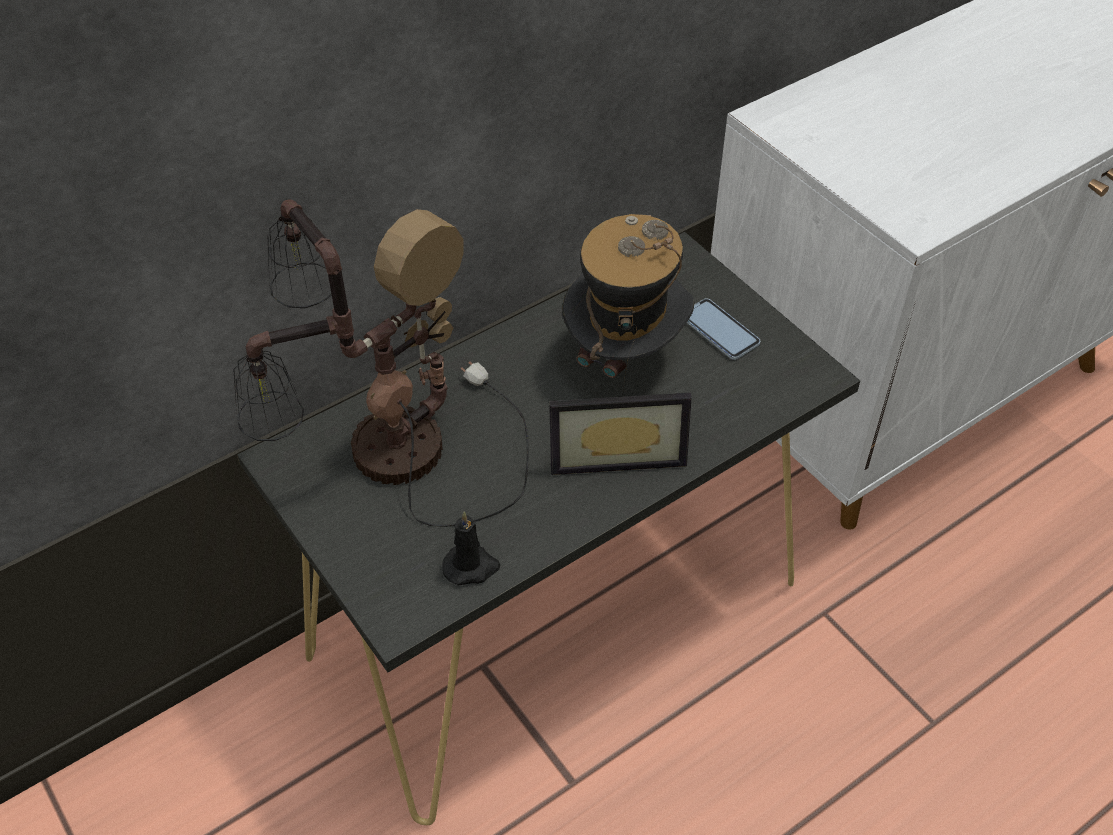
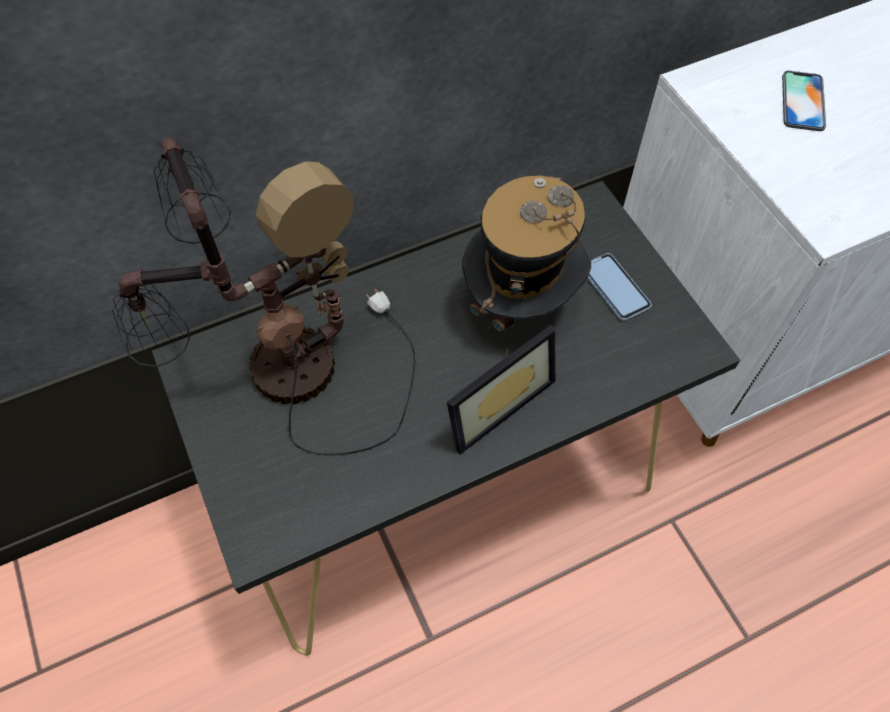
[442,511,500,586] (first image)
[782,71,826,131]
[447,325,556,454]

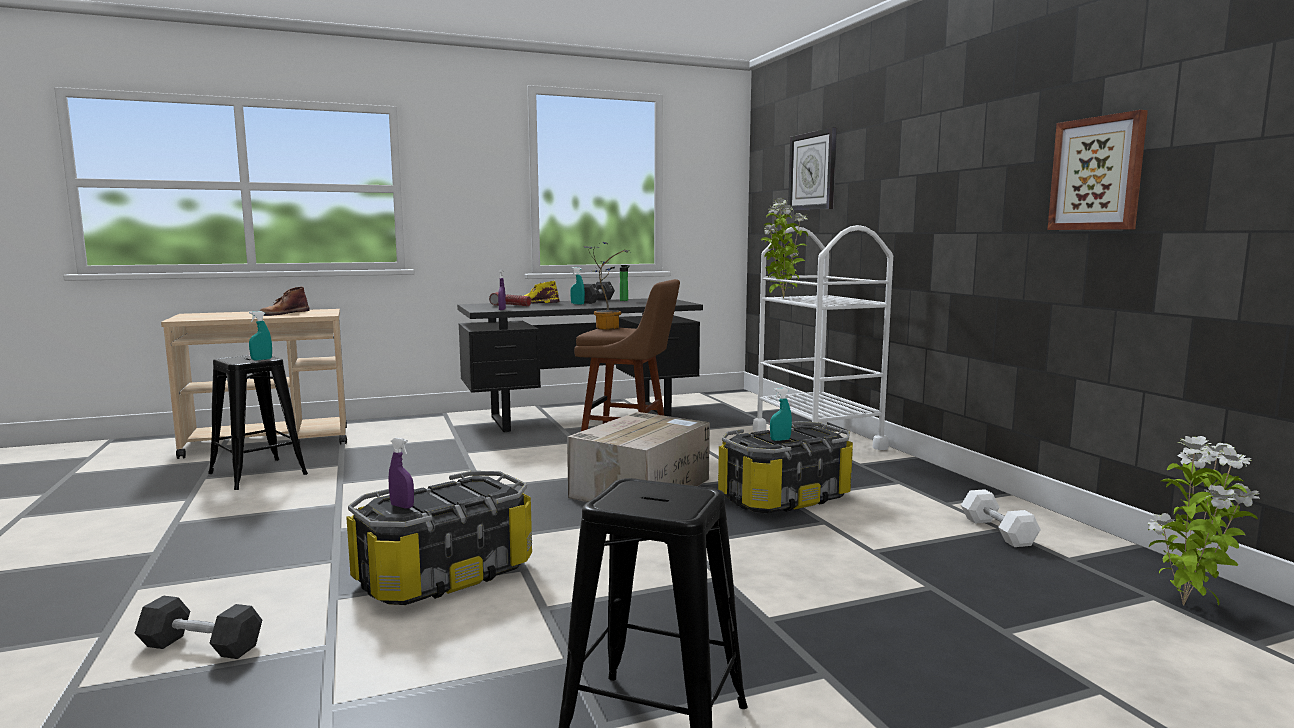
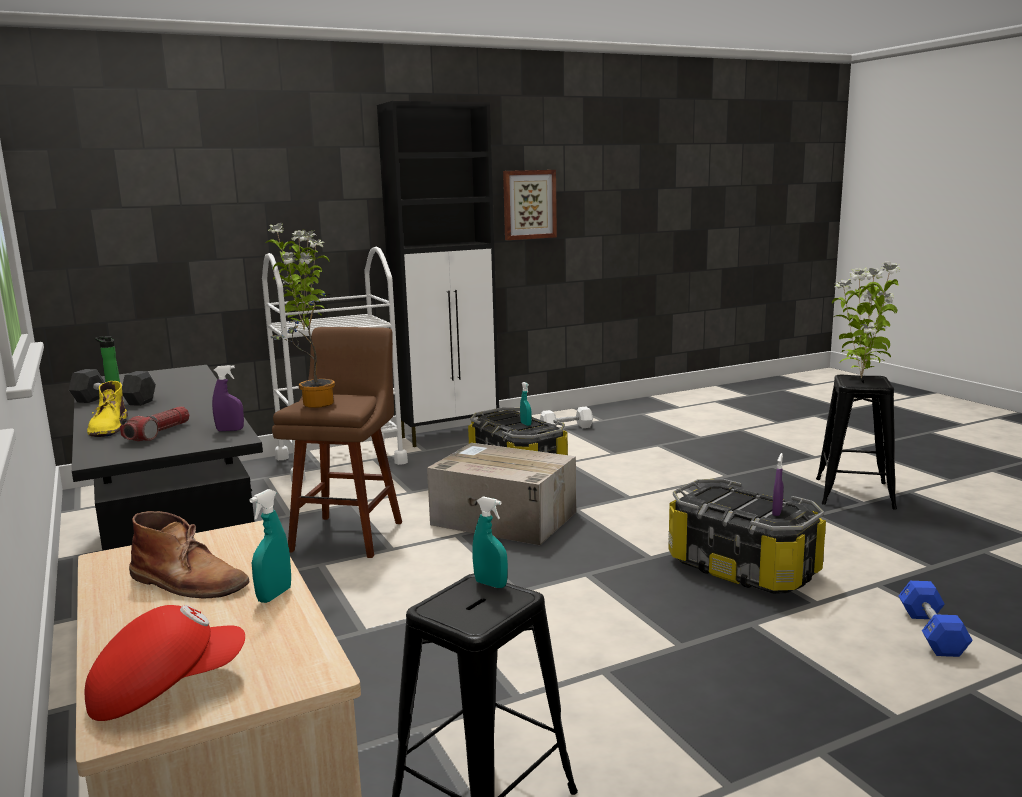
[788,127,836,211] (first image)
[85,605,245,721]
[377,101,499,447]
[250,489,291,603]
[832,261,901,378]
[898,581,973,657]

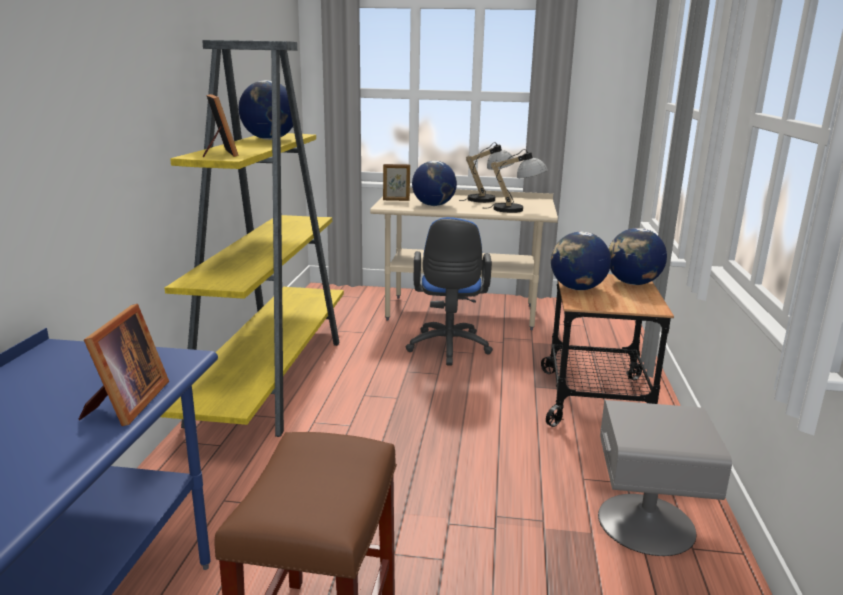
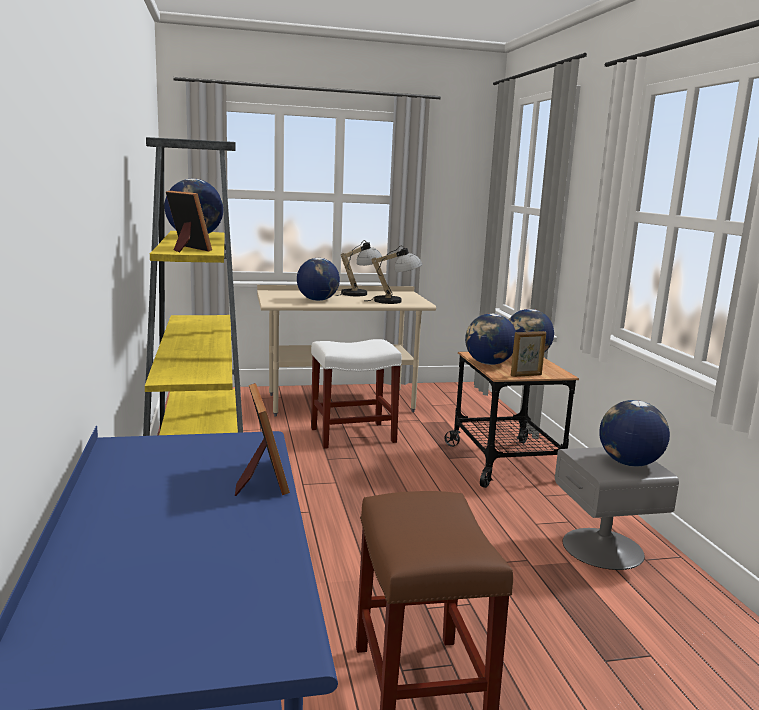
[599,400,670,467]
[511,331,546,377]
[311,339,402,449]

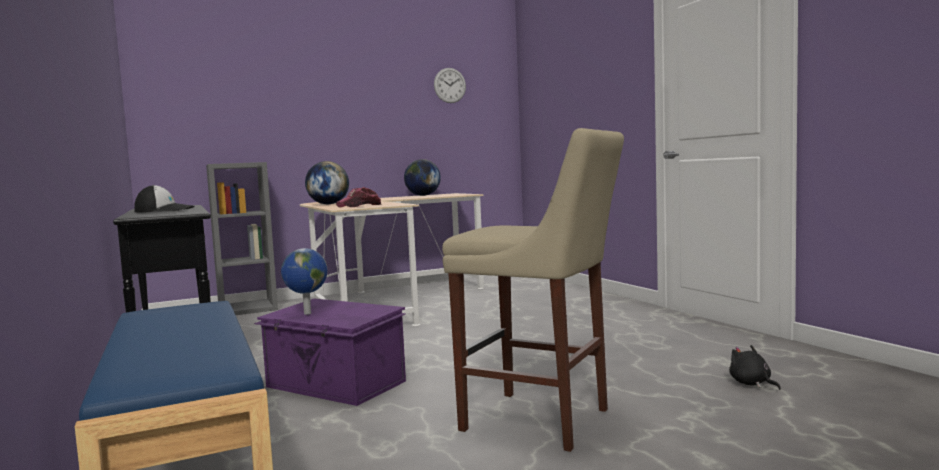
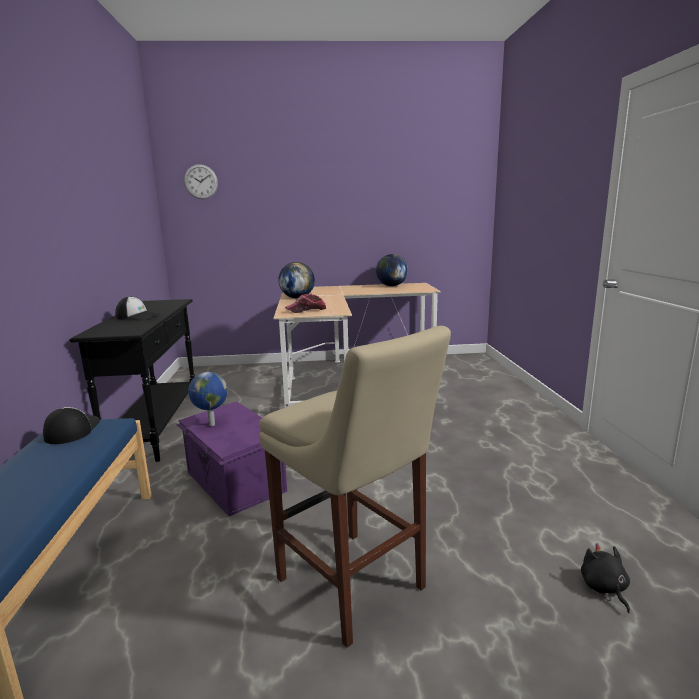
[206,162,278,315] (first image)
[43,407,100,444]
[184,164,218,199]

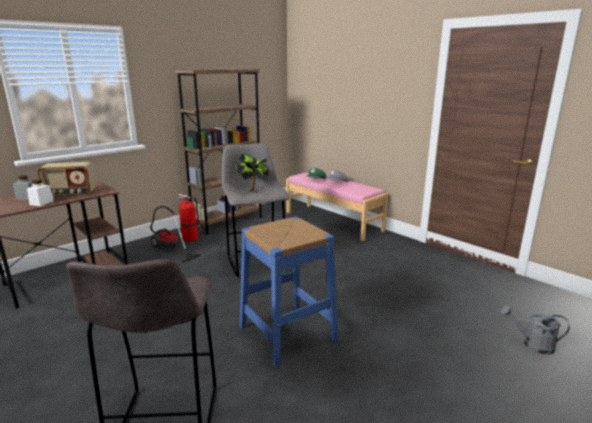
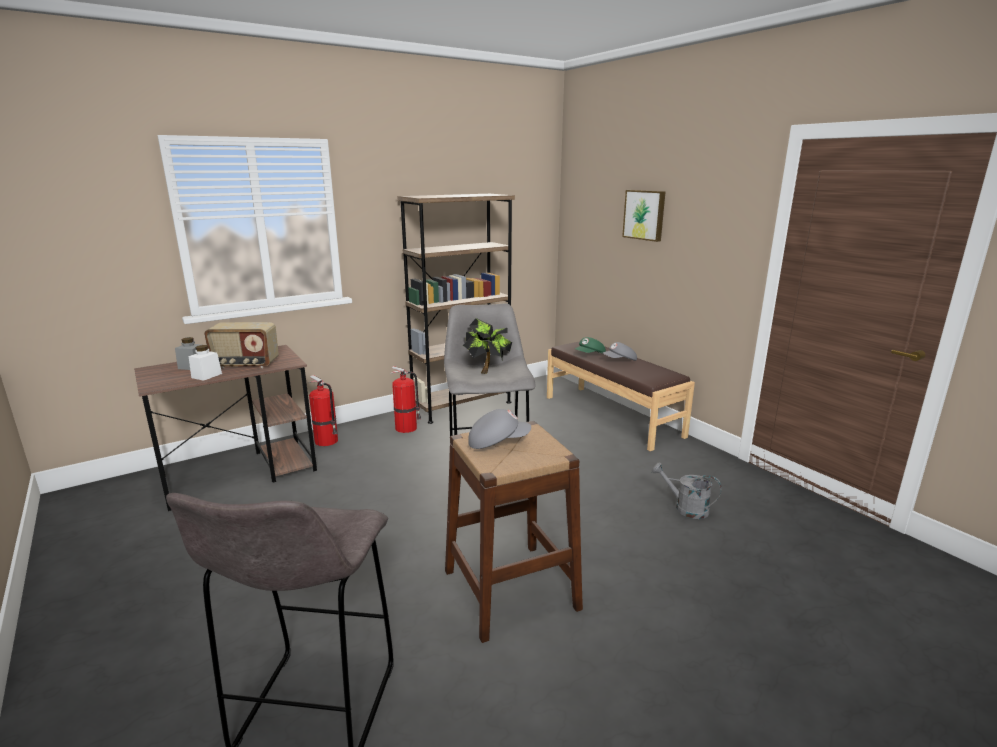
[150,206,201,263] (first image)
[309,375,338,446]
[468,409,531,449]
[622,190,666,242]
[652,462,722,519]
[445,421,583,643]
[547,341,695,451]

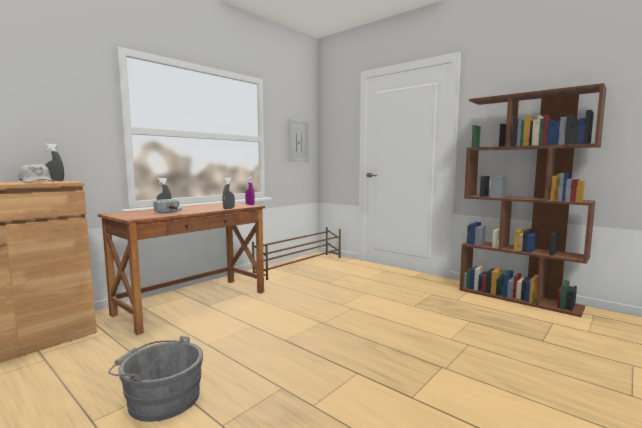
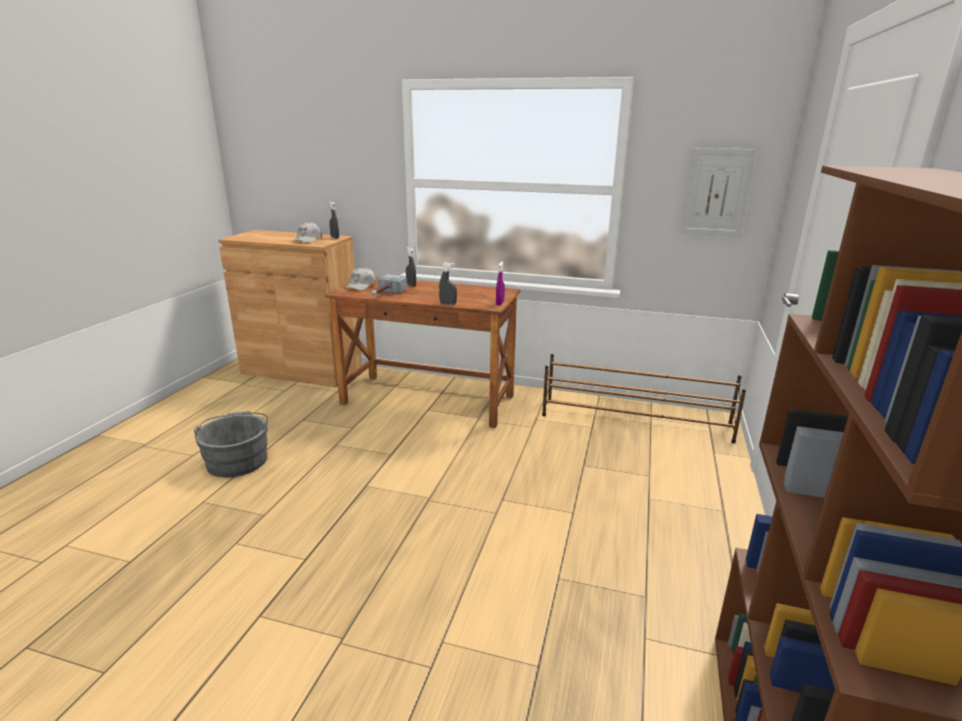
[345,267,376,291]

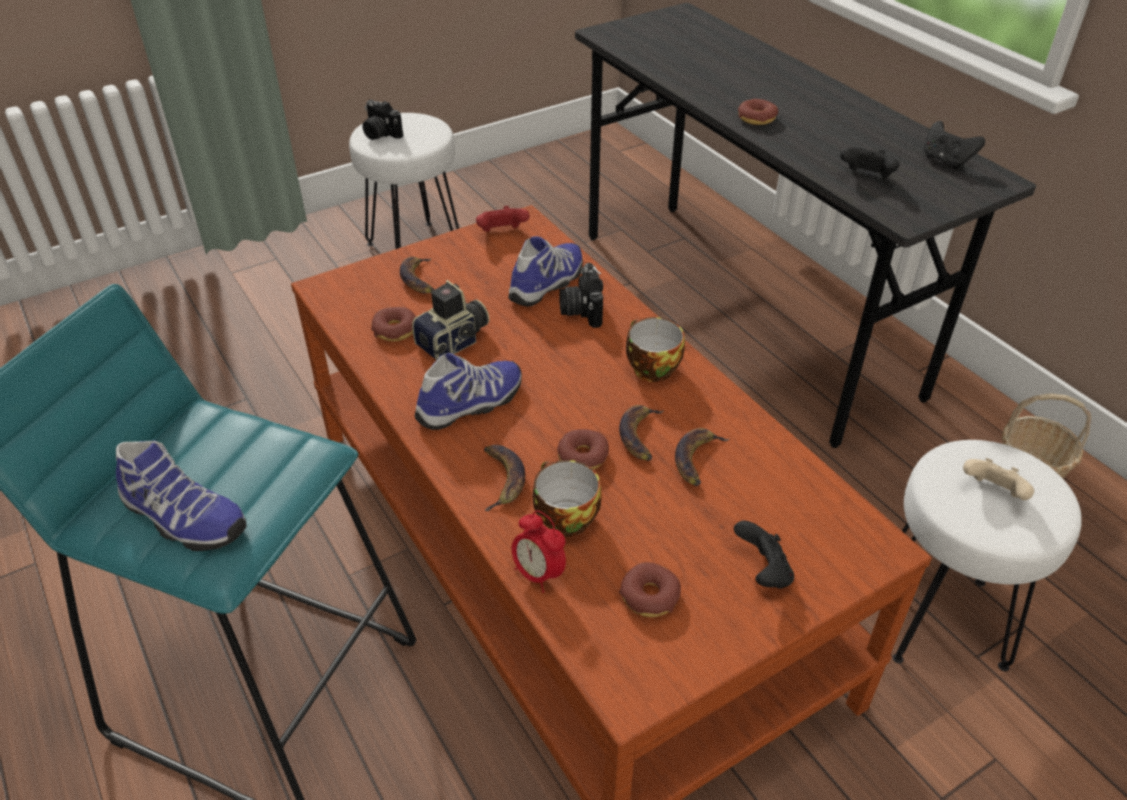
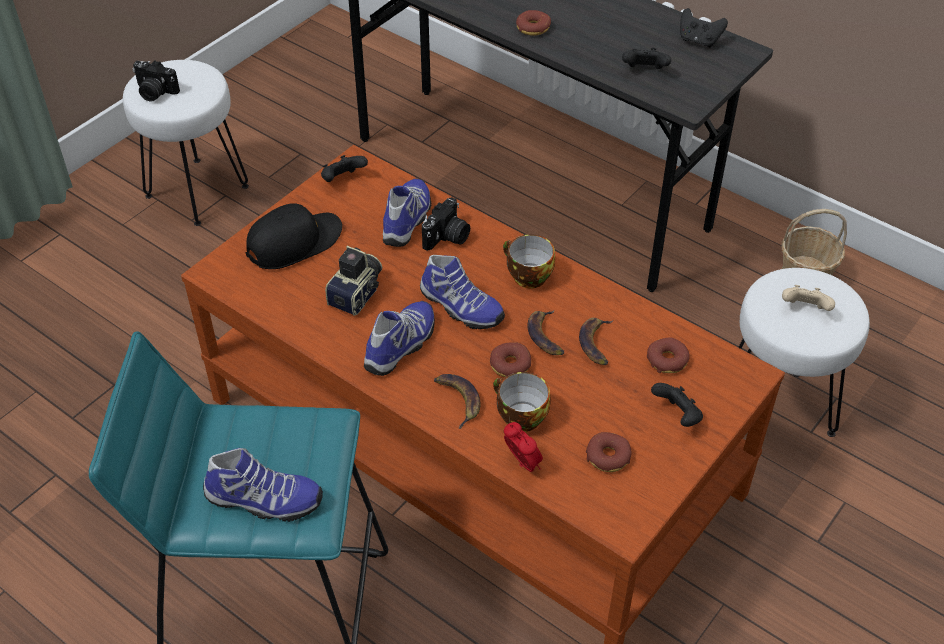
[420,255,505,329]
[647,337,690,373]
[246,203,342,269]
[321,155,368,182]
[504,422,543,472]
[422,197,470,251]

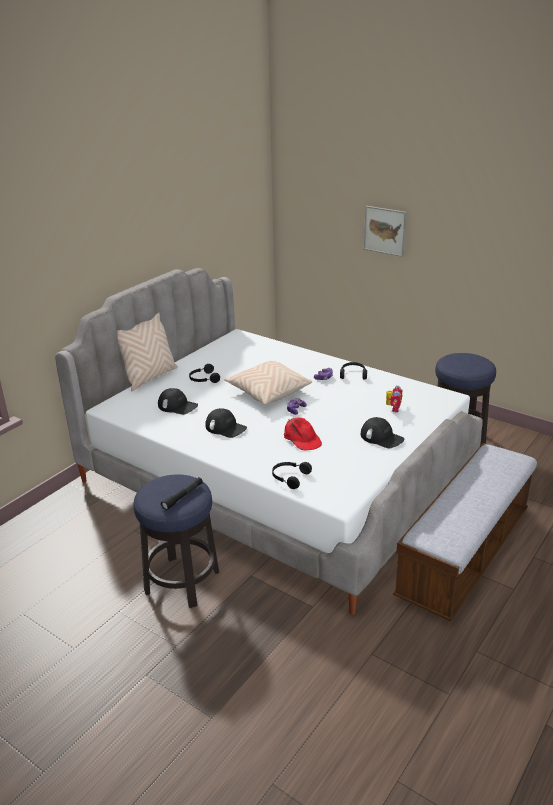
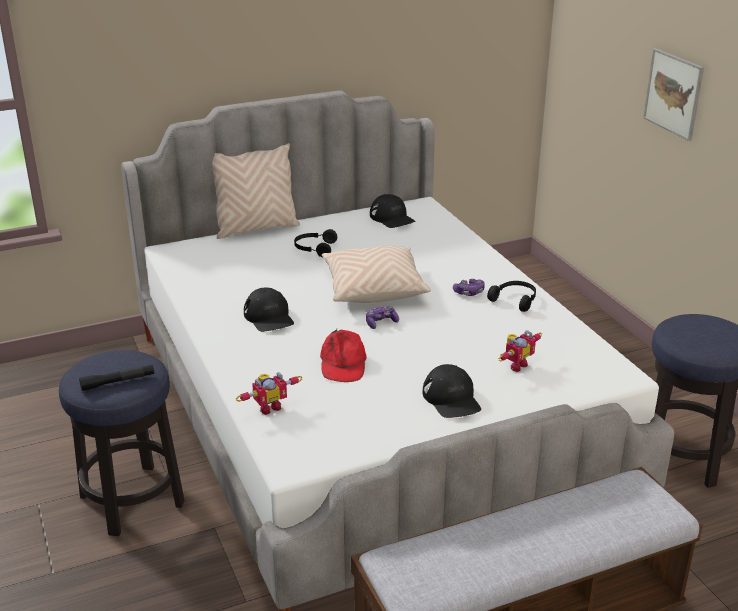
[370,194,415,228]
[236,372,302,415]

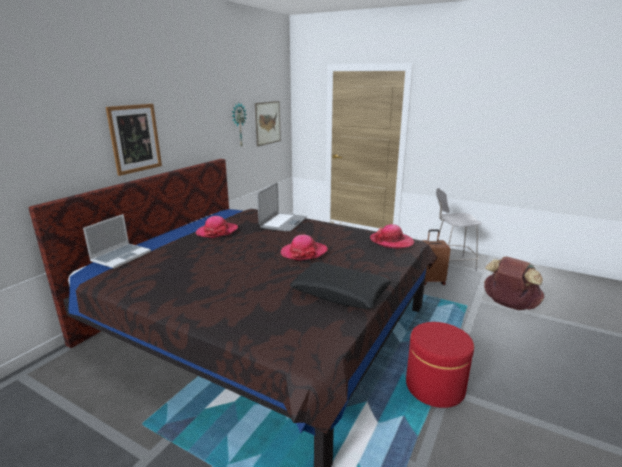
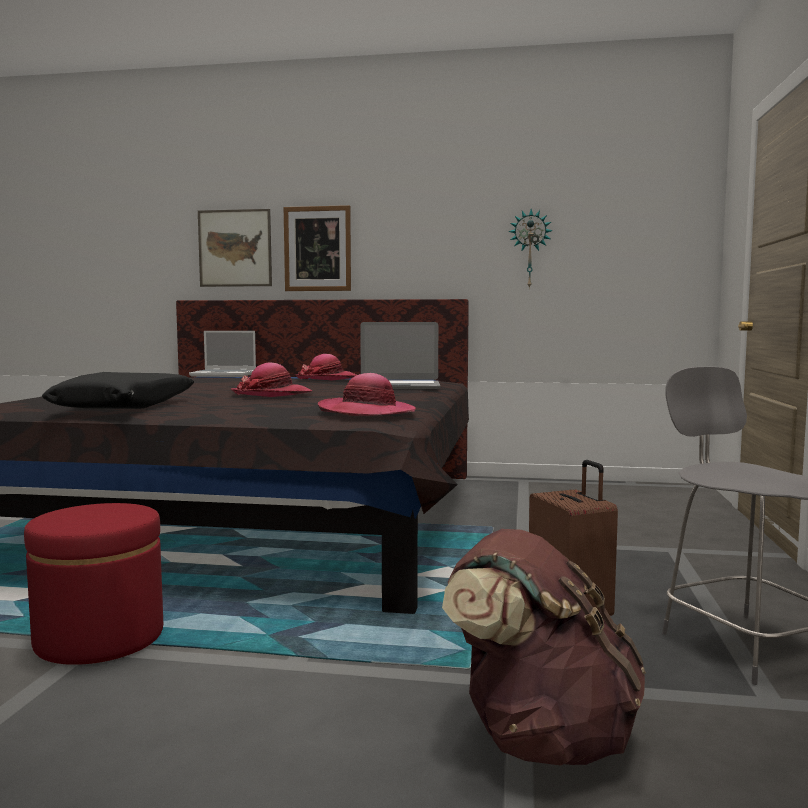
[198,209,272,287]

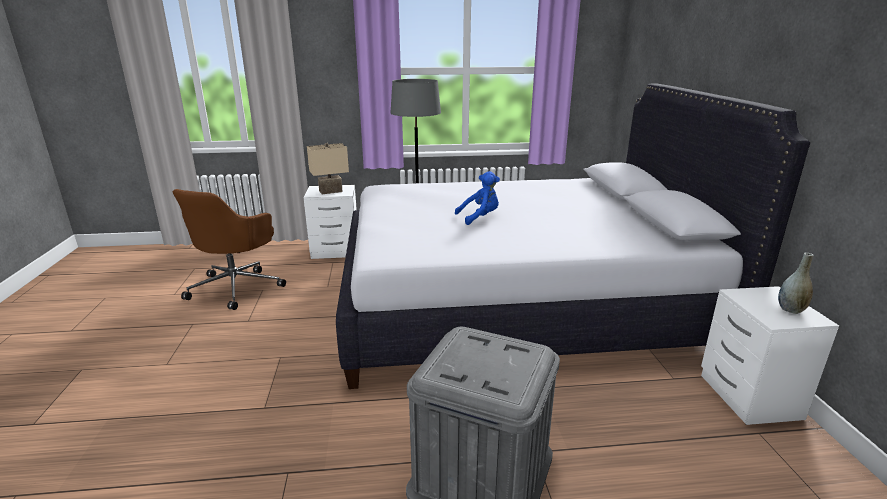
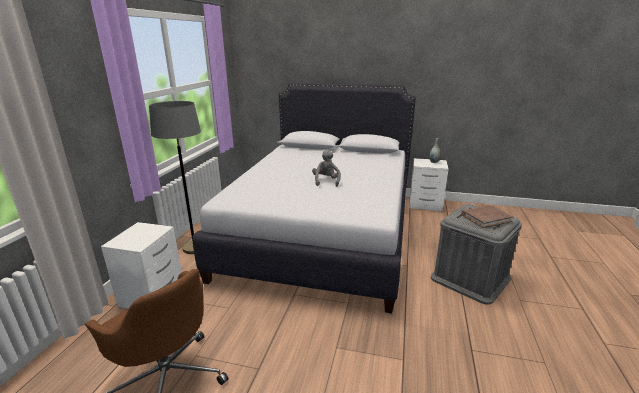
[307,143,349,194] (first image)
[461,205,513,228]
[312,149,341,187]

